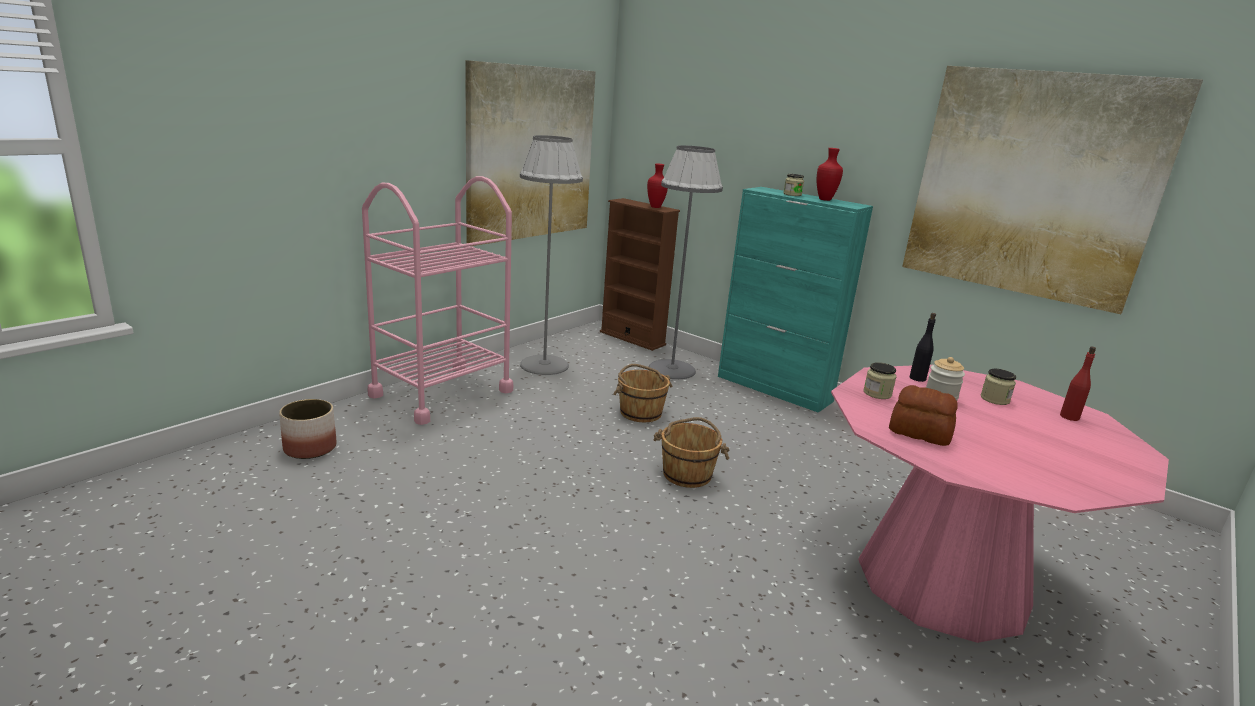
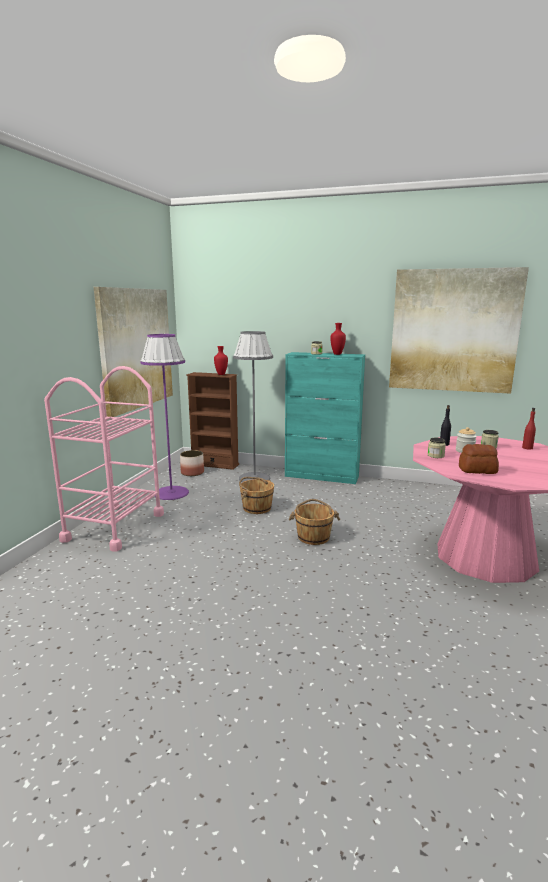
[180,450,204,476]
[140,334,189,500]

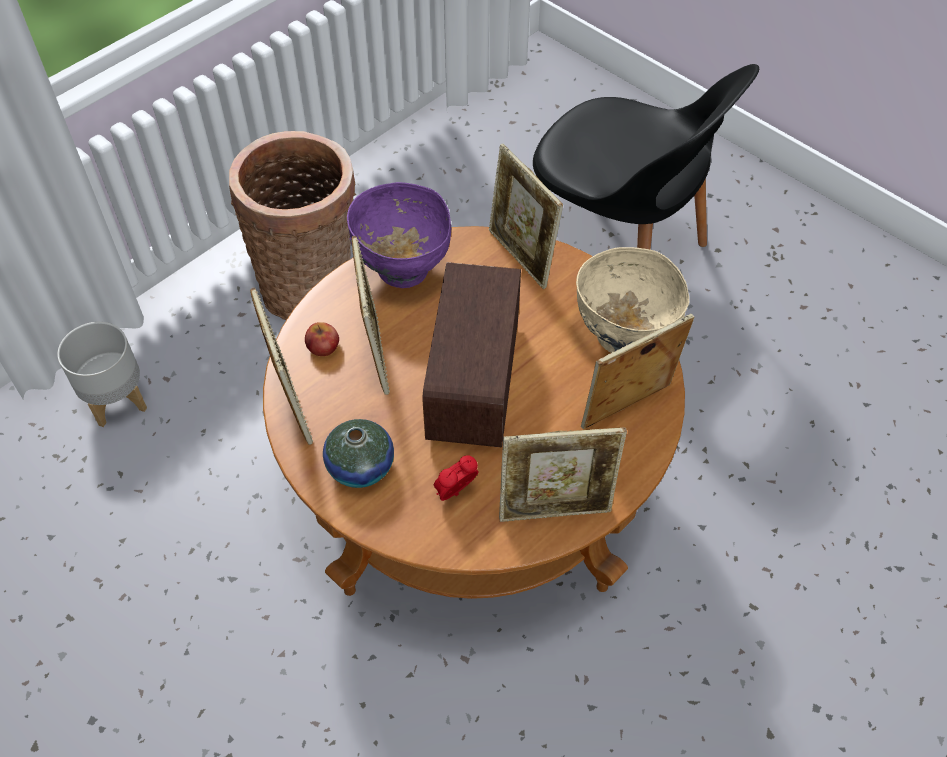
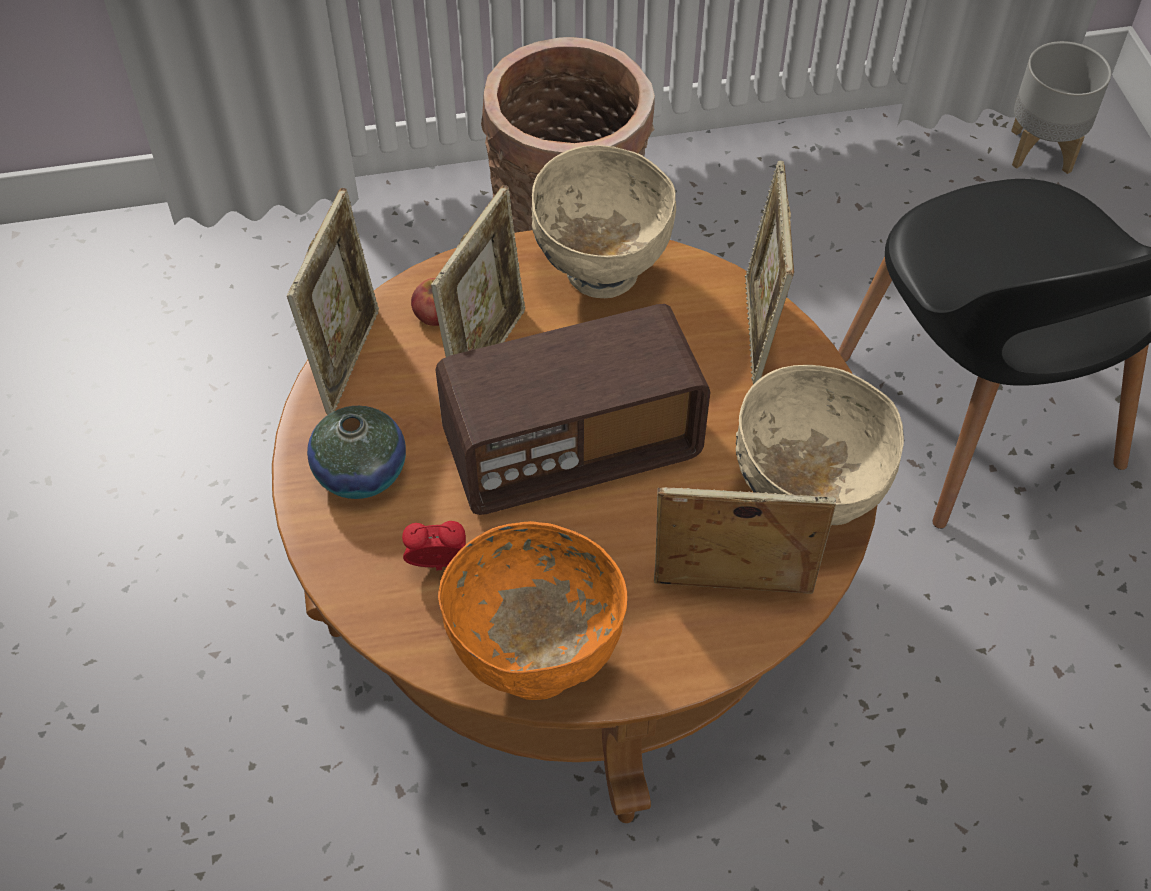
[1011,41,1111,174]
[438,521,627,700]
[532,145,676,298]
[436,304,710,515]

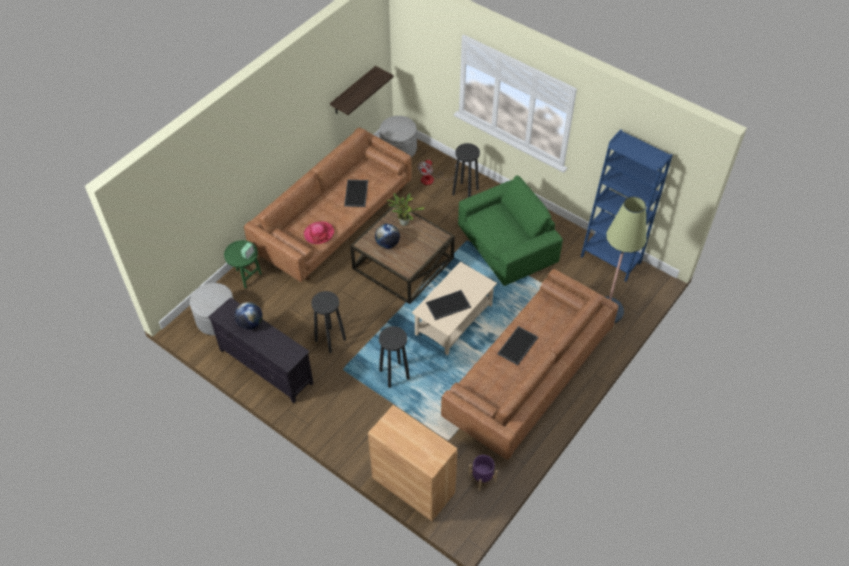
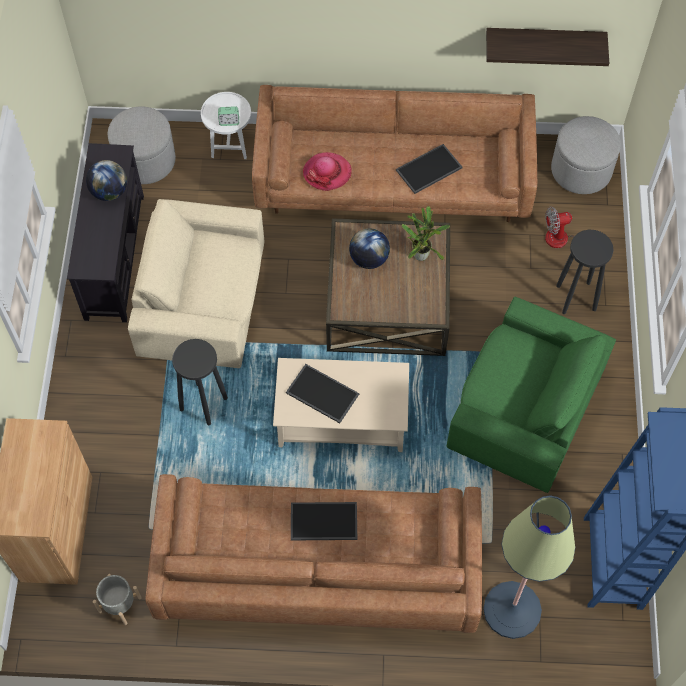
[128,199,264,368]
[201,92,251,159]
[93,574,142,625]

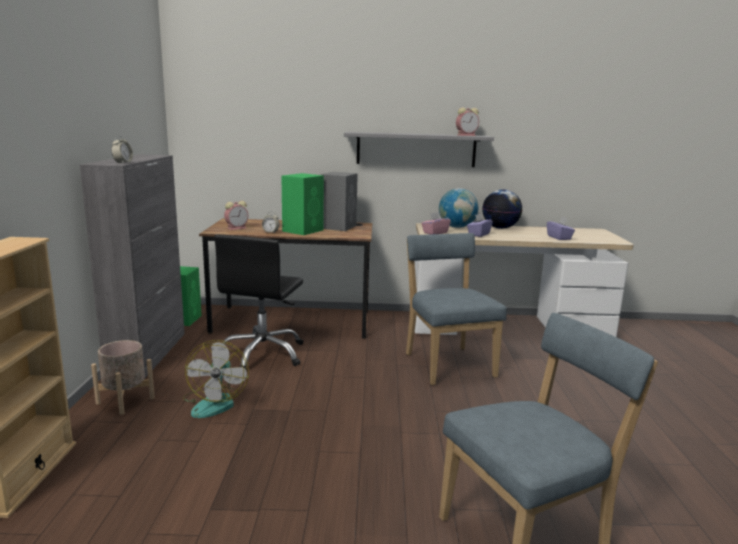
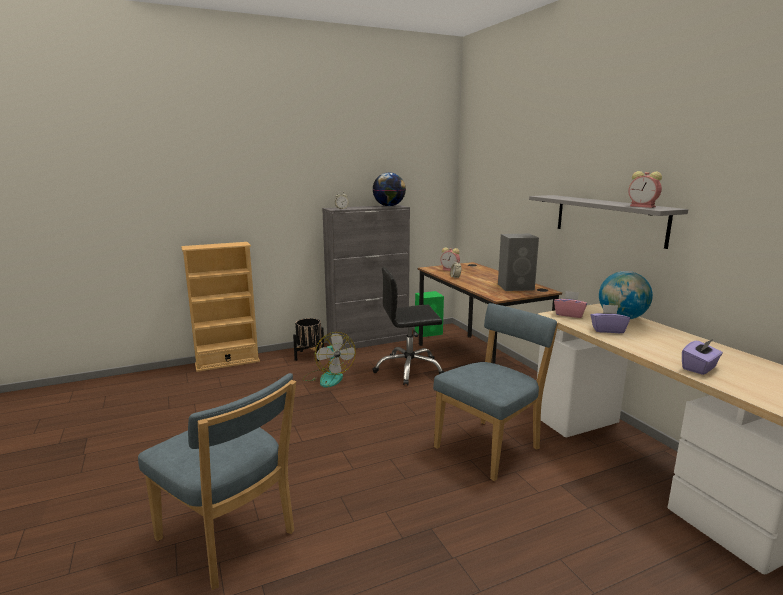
[281,173,324,235] (first image)
[372,172,406,206]
[293,318,324,361]
[303,332,356,388]

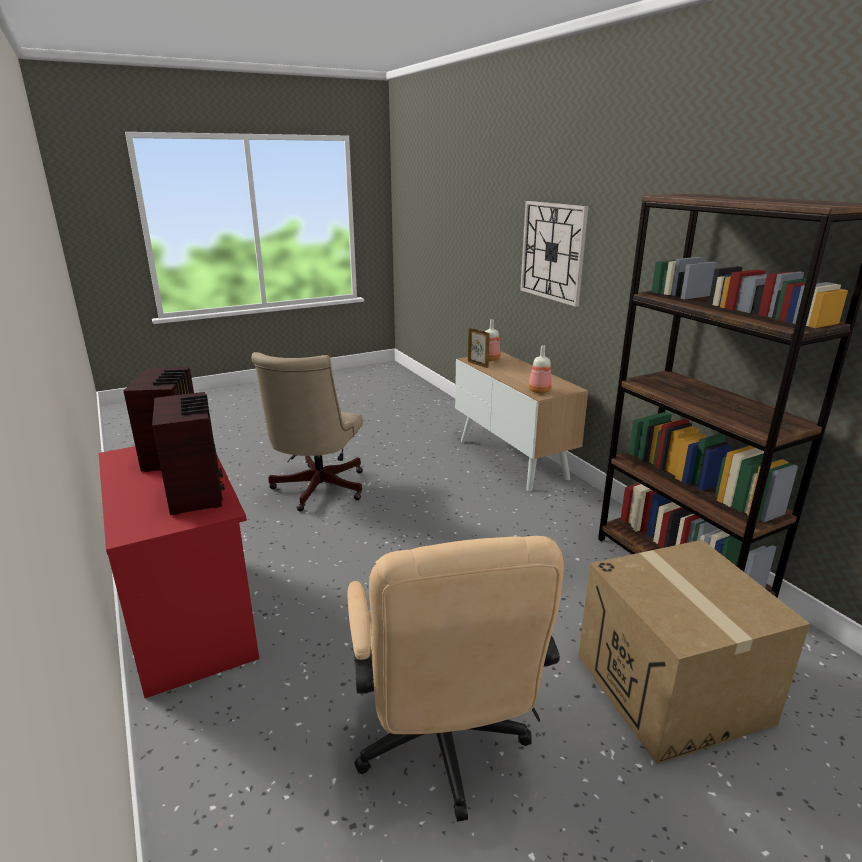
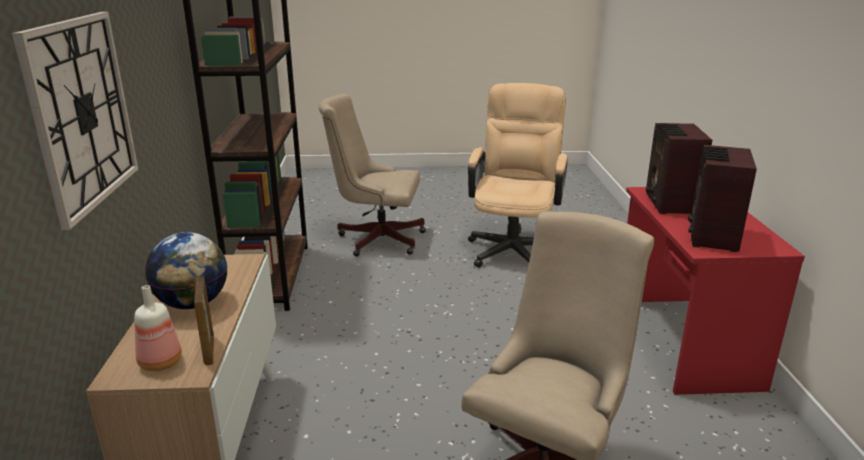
[528,345,552,393] (first image)
[145,232,227,309]
[319,94,426,257]

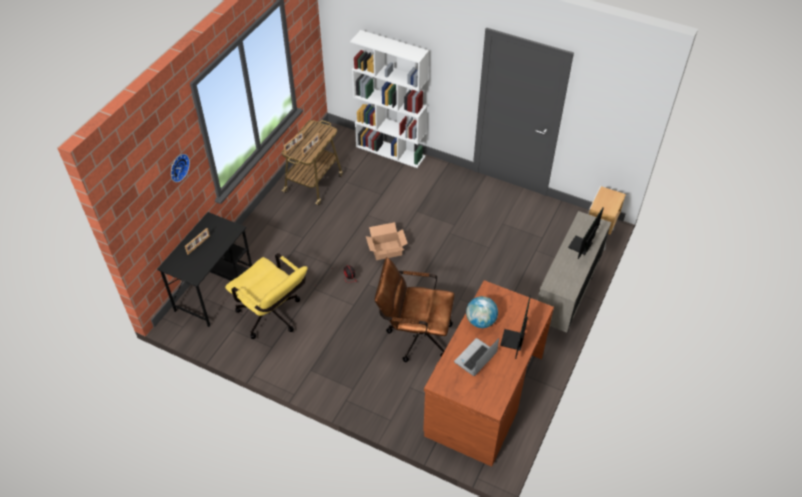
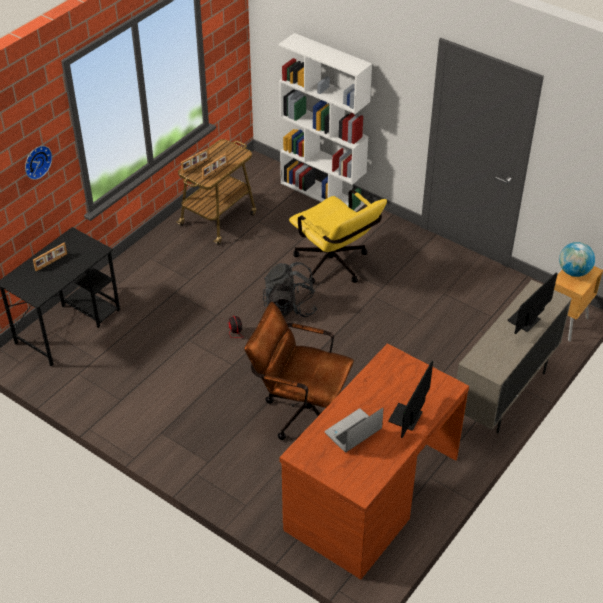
[289,190,387,284]
[559,242,595,277]
[263,262,317,317]

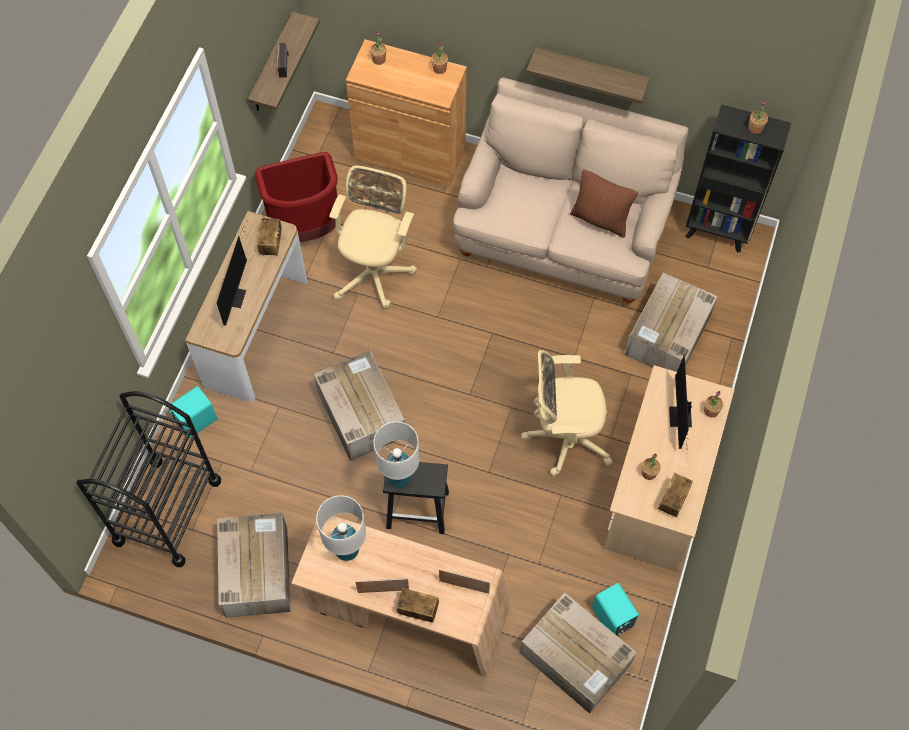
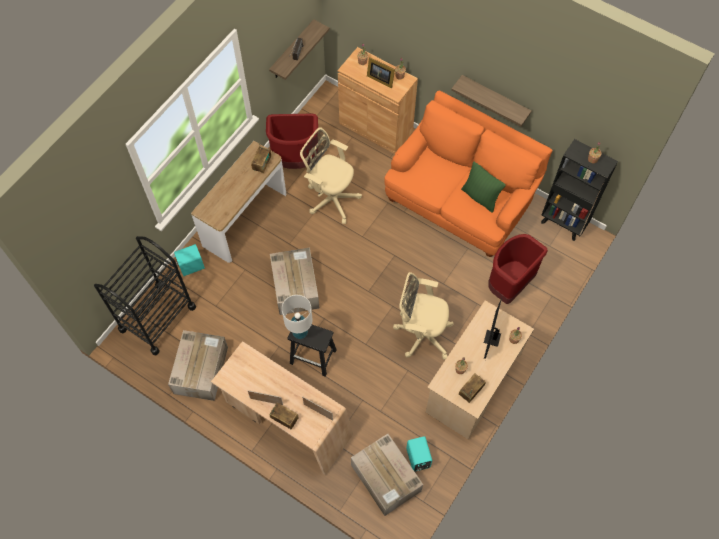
[217,221,248,326] (first image)
[316,495,366,561] (first image)
[367,57,395,88]
[488,234,548,304]
[384,90,552,257]
[461,162,506,213]
[300,127,362,224]

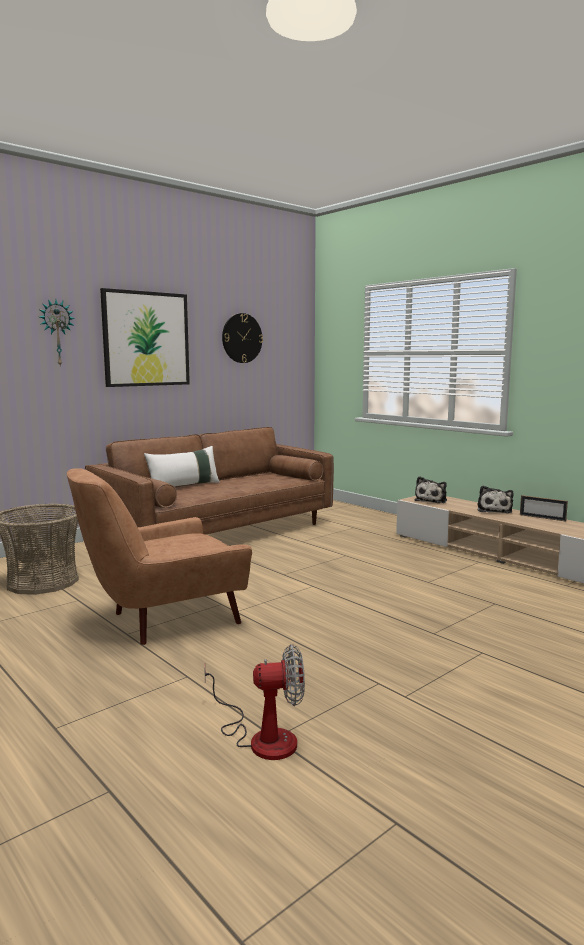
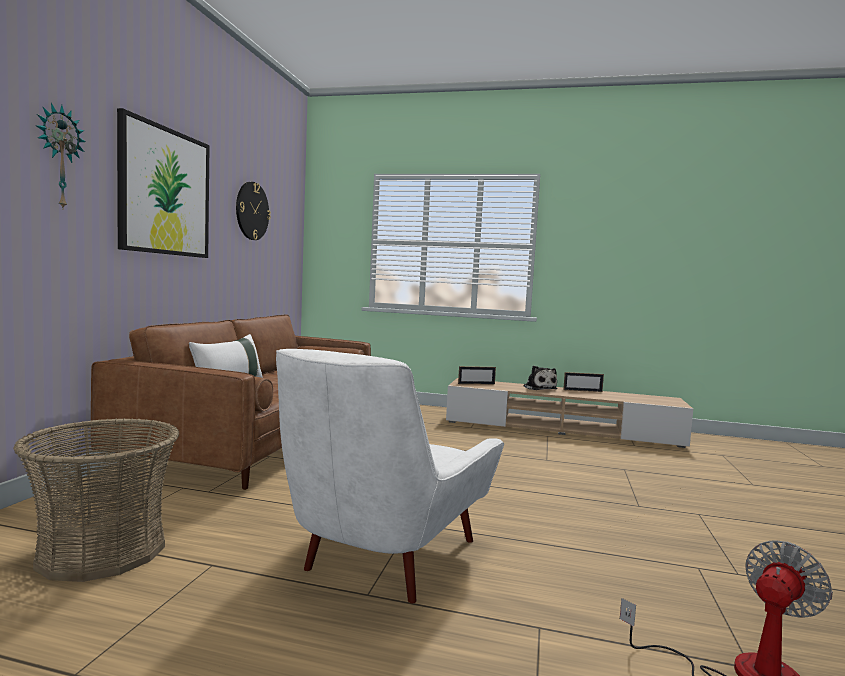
[458,366,496,385]
[276,349,504,604]

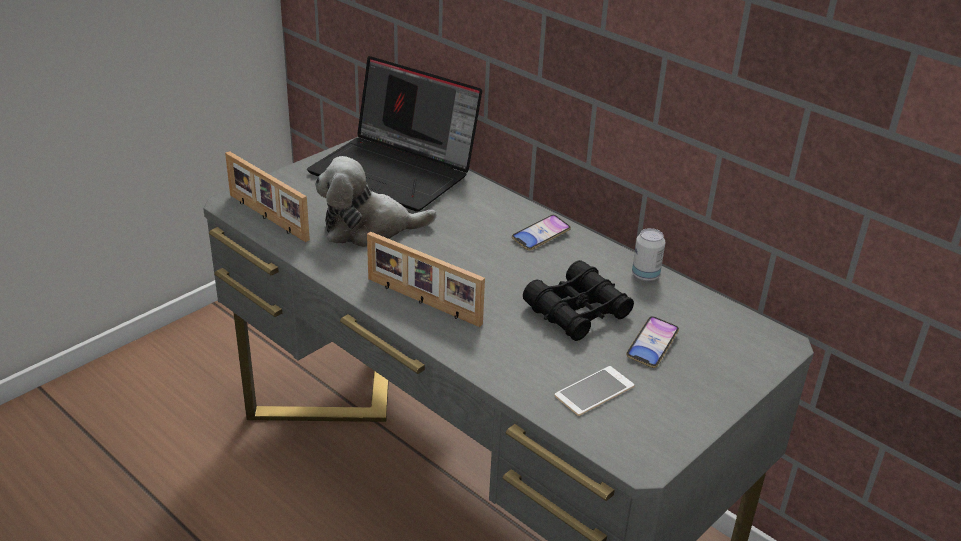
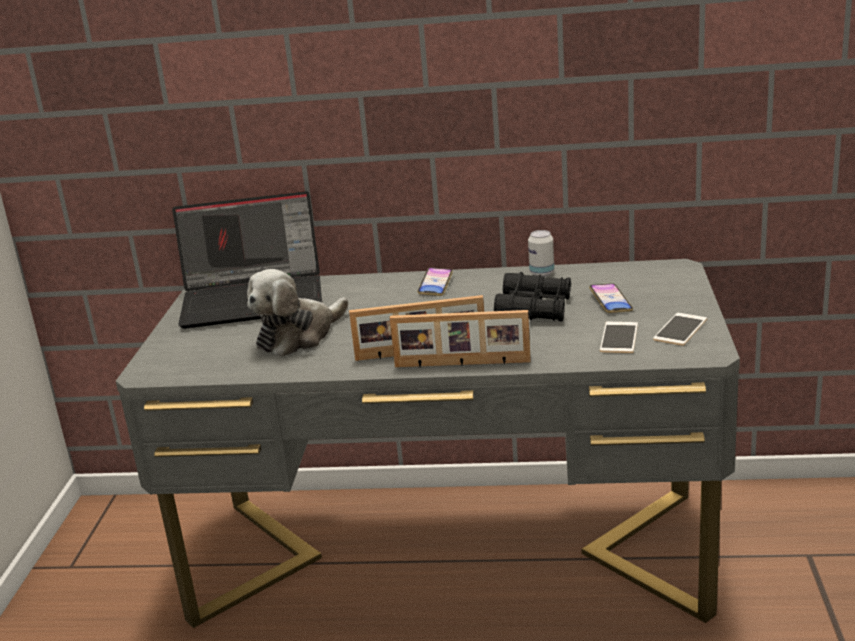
[653,313,707,345]
[390,310,531,367]

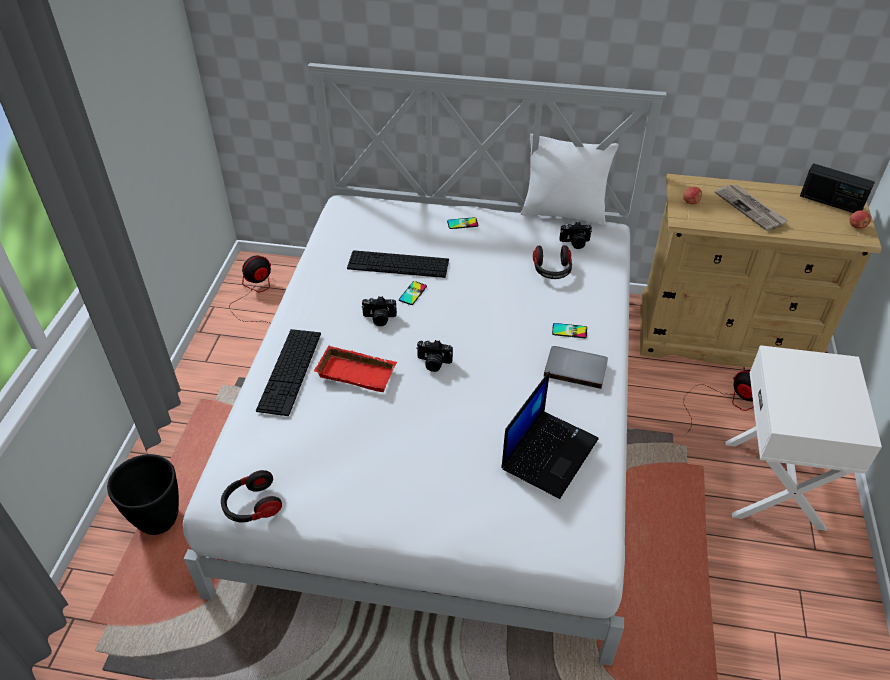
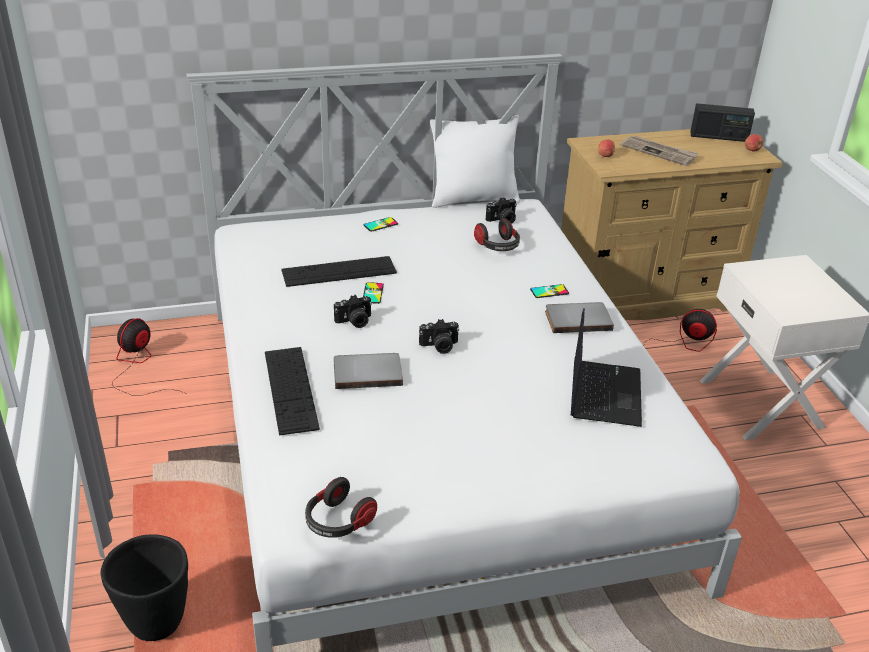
[334,353,403,389]

